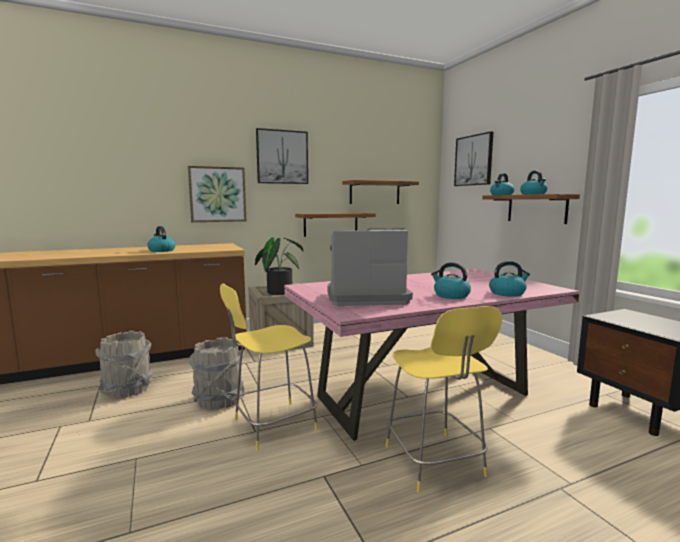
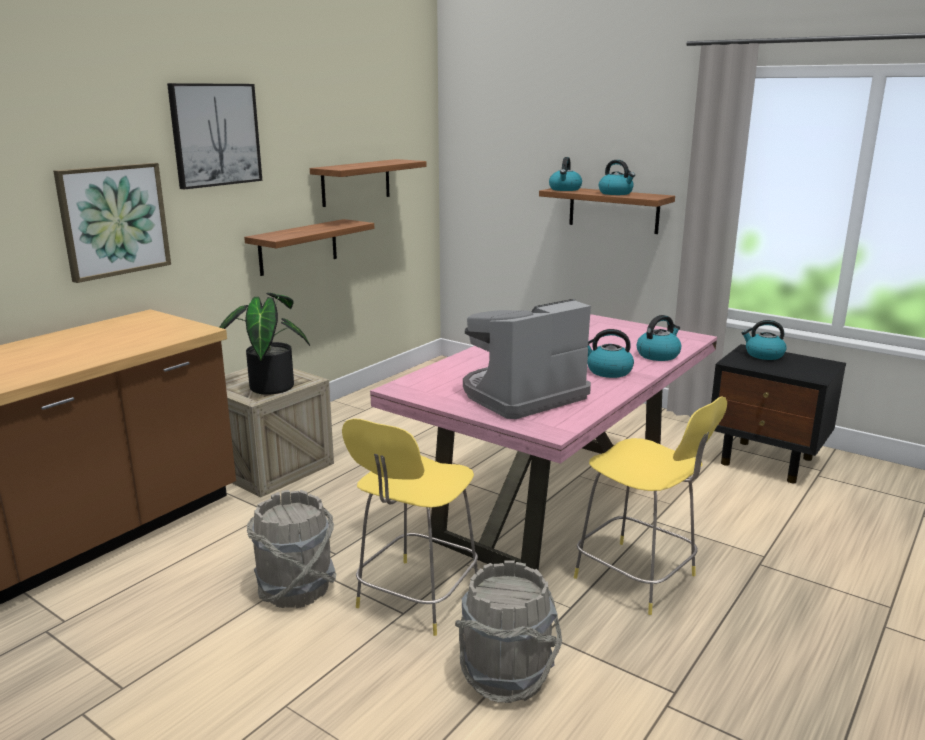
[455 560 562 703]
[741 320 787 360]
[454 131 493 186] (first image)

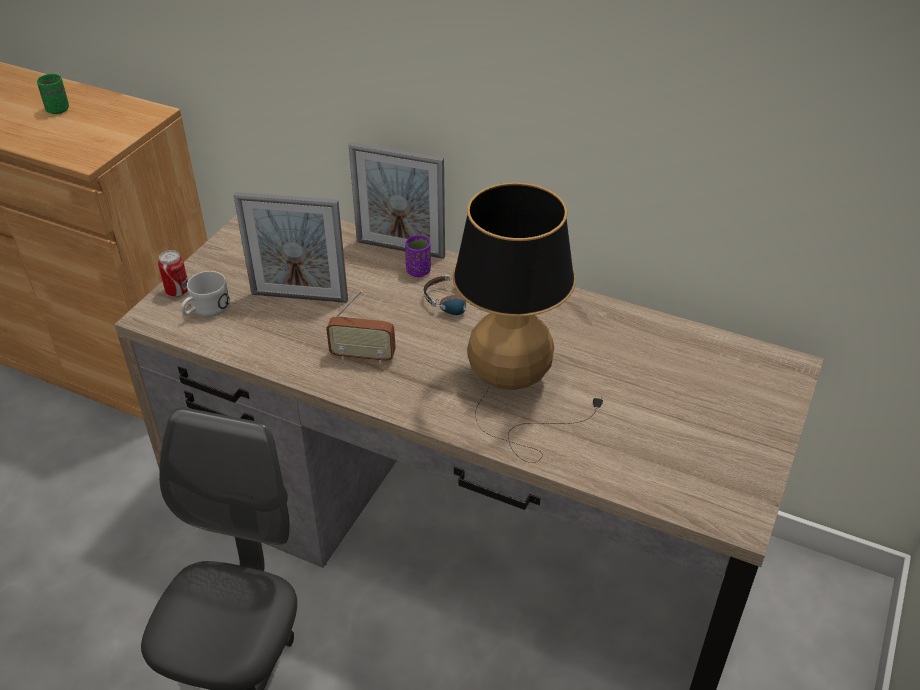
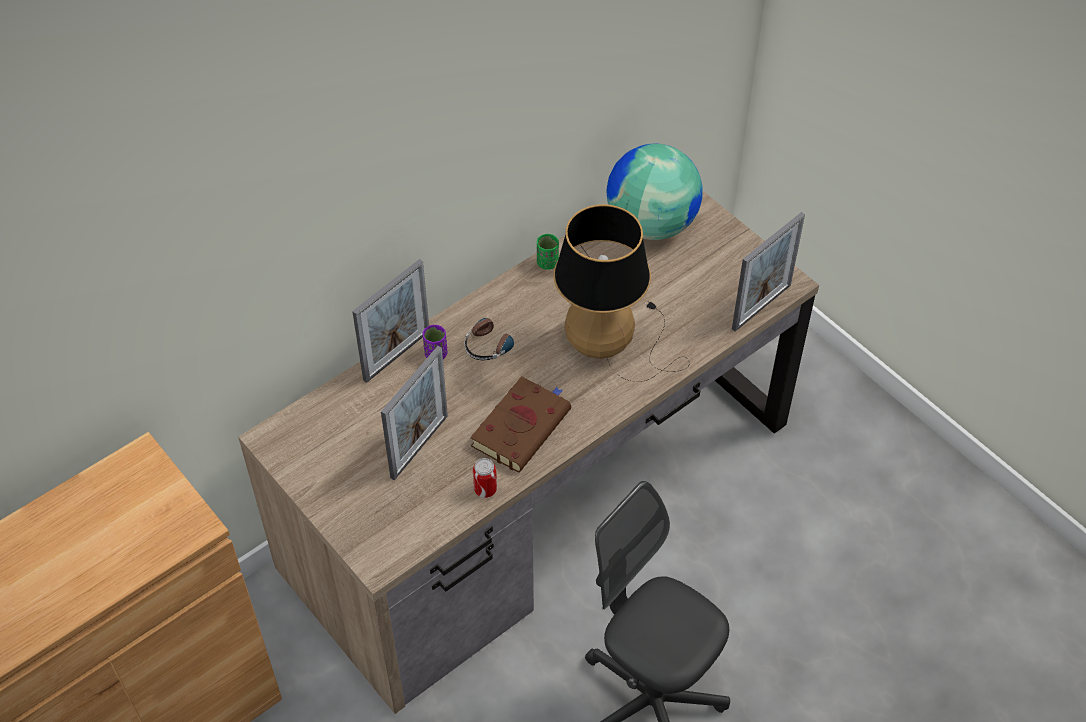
[470 376 571 473]
[473 458 497 498]
[537 234 559 270]
[607 144 703 240]
[732 212 805 332]
[181 271 230 317] (first image)

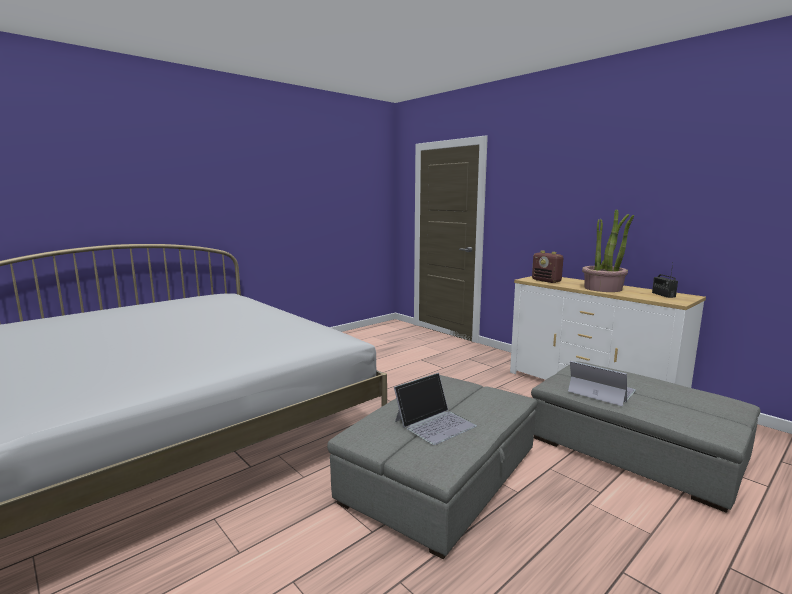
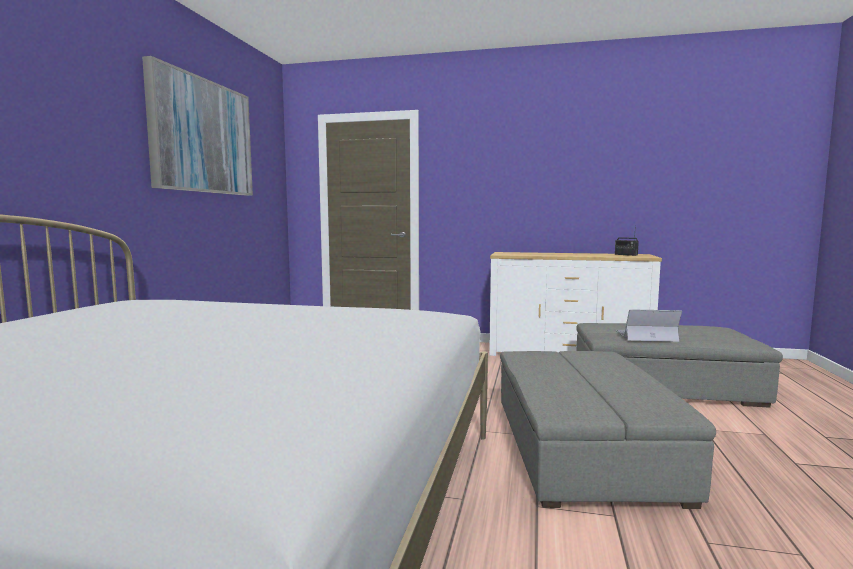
[142 56 253 195]
[394 373 477 445] (first image)
[532 251 563 283] (first image)
[582 210 634 292] (first image)

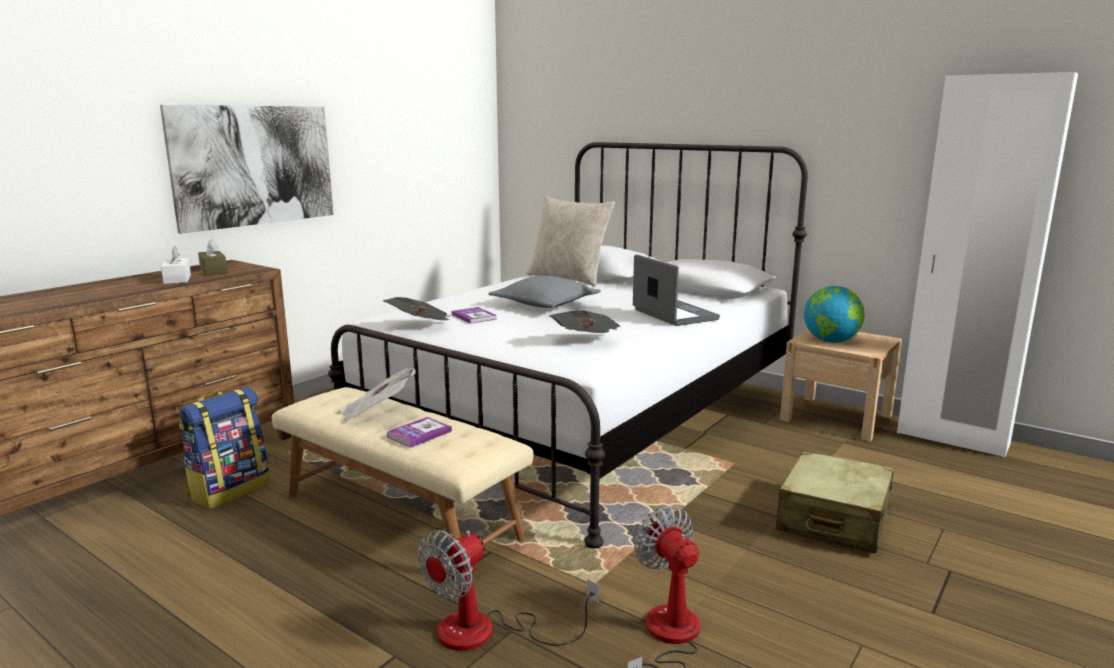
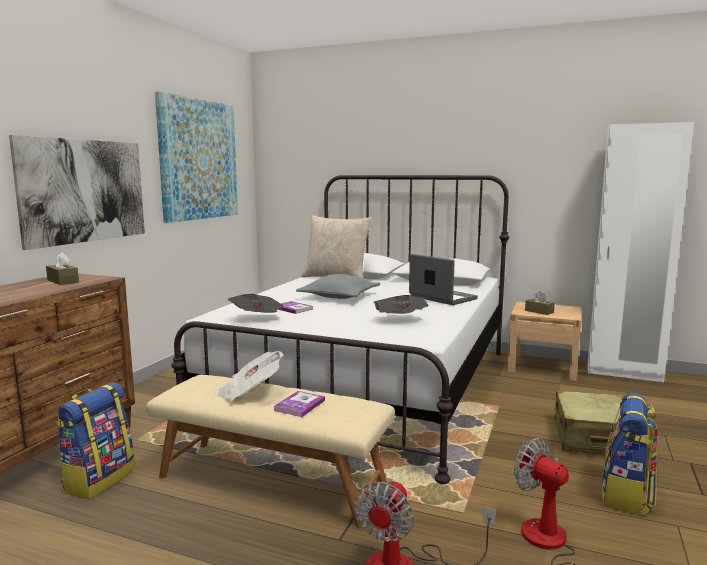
[155 91 238 223]
[525 291 555 315]
[601 393 658 515]
[161 245 191 284] (first image)

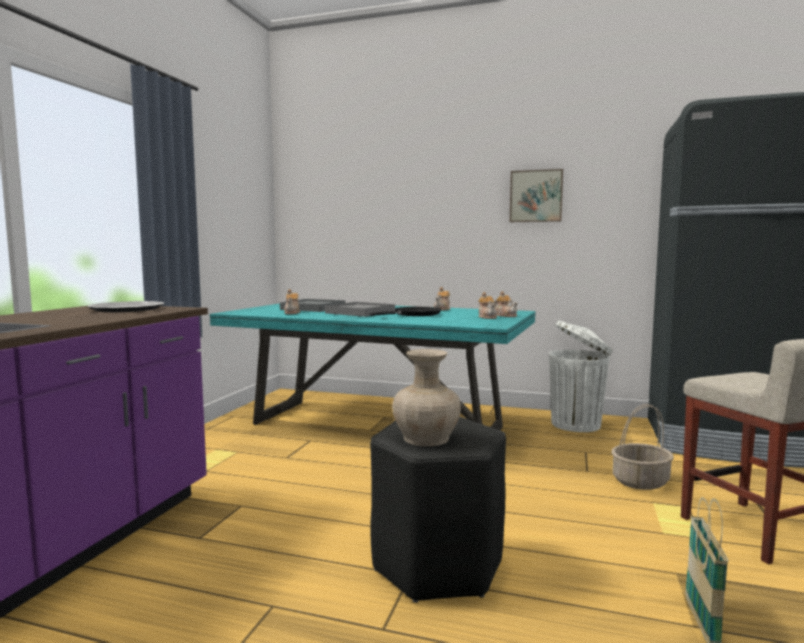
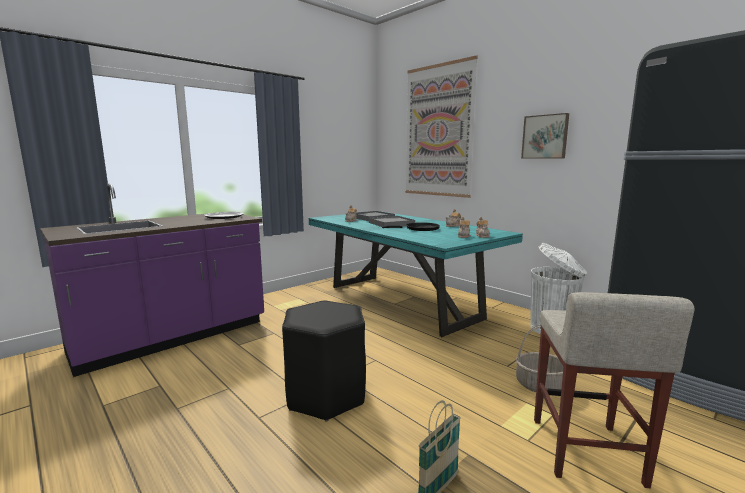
[405 55 478 198]
[392 349 461 447] (first image)

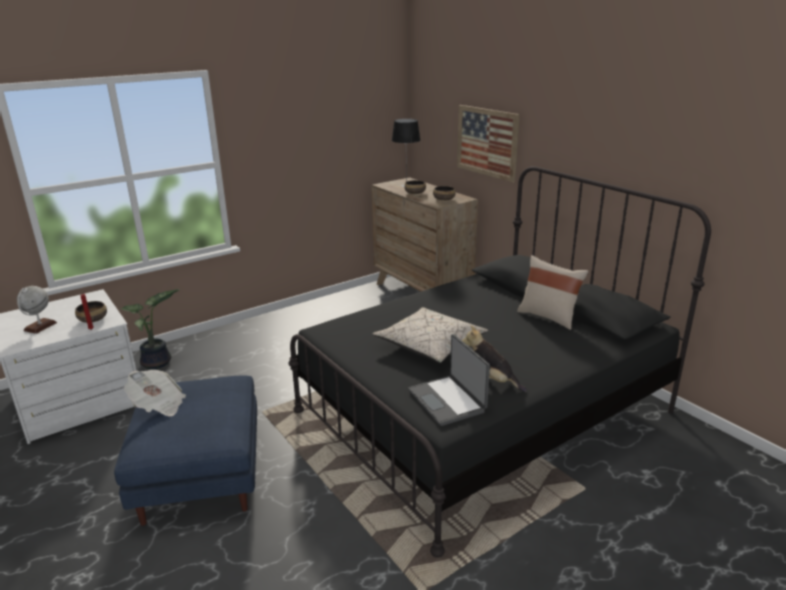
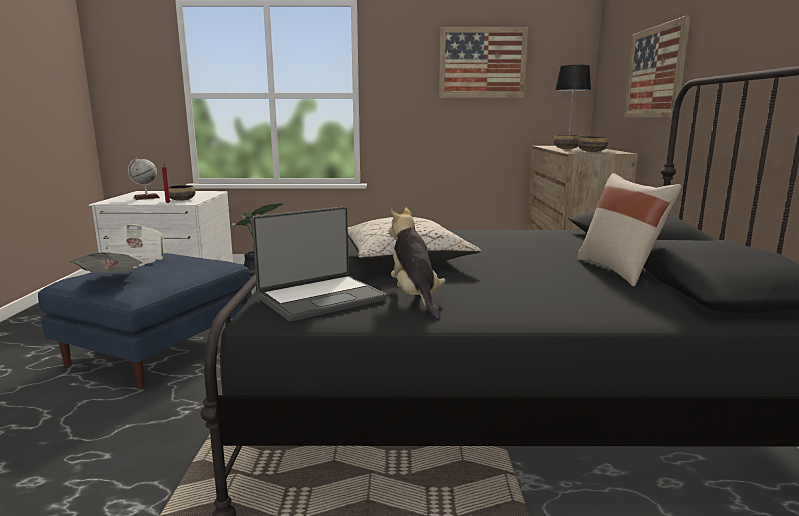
[69 252 142 273]
[252 206 387 322]
[439 27 528 98]

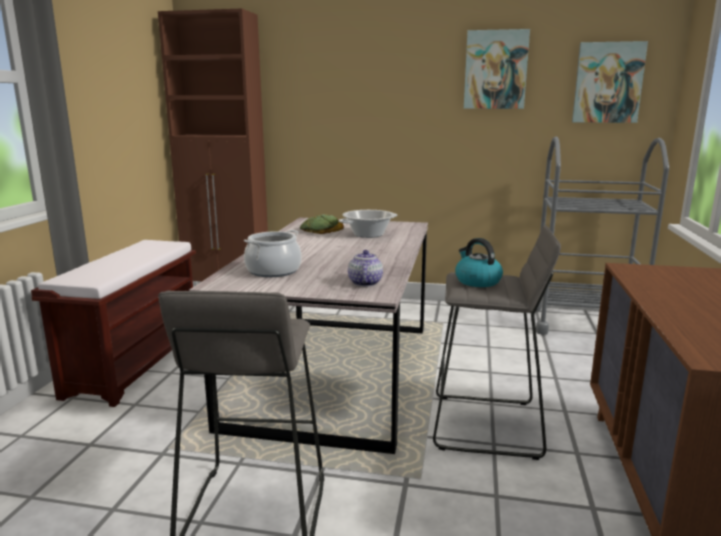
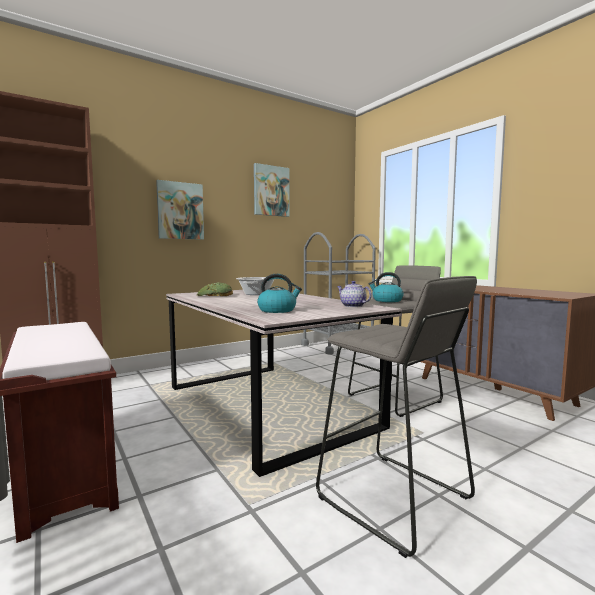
[156 180 204 240]
[257 274 302 313]

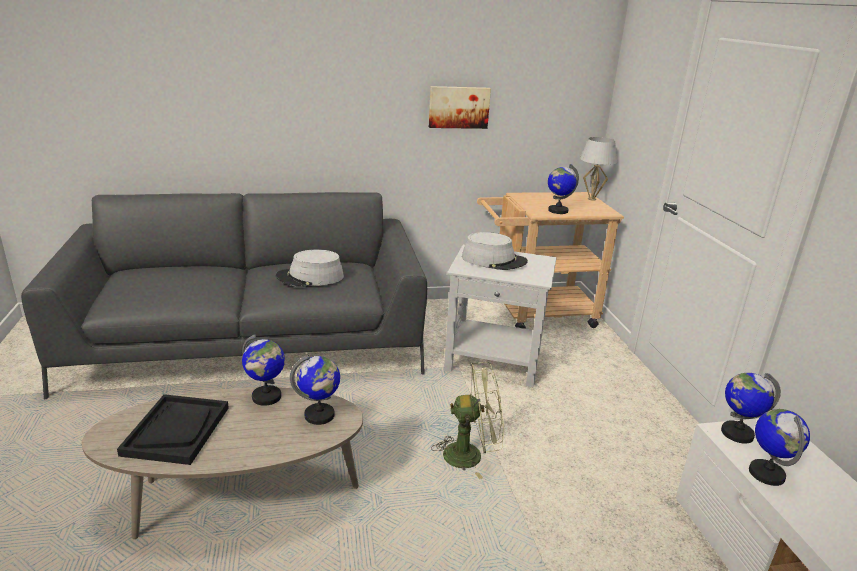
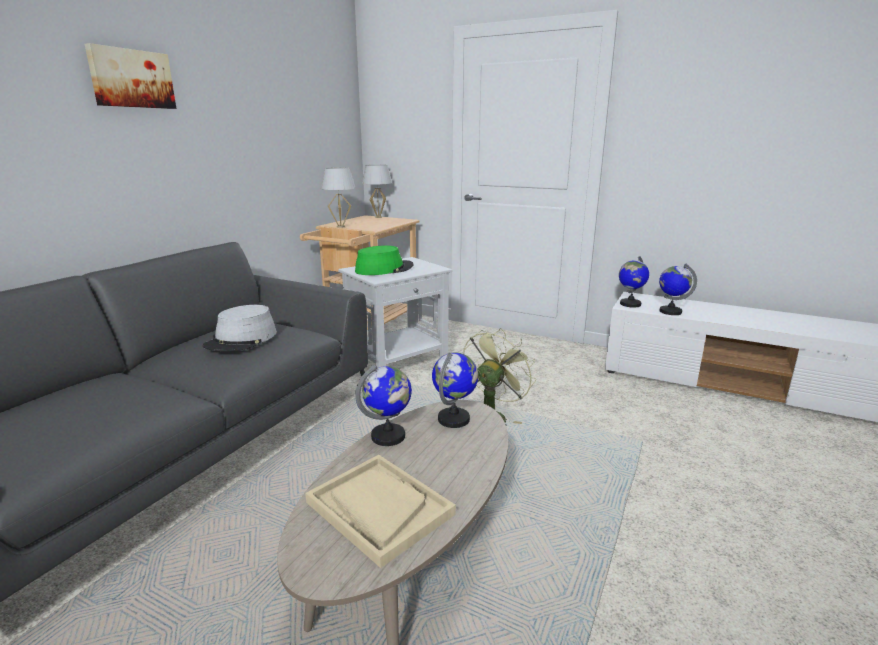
[85 43 176 109]
[305 455 456 568]
[321 168 356 228]
[355 246 414 275]
[548 164 579 214] (first image)

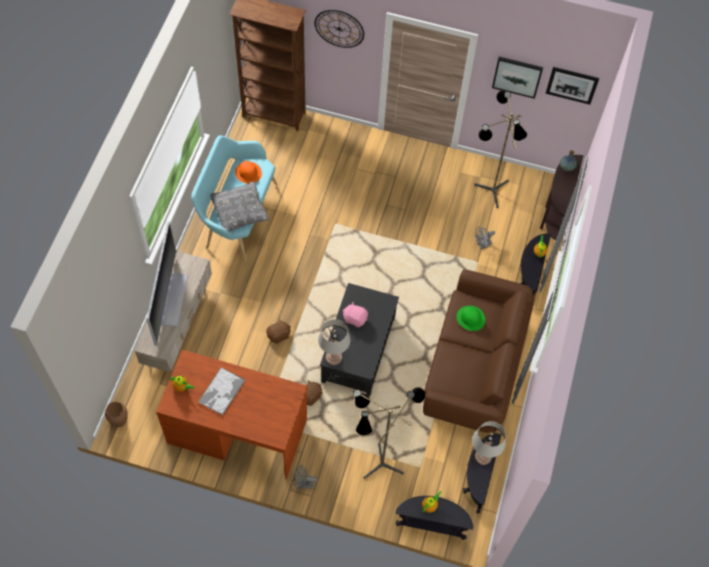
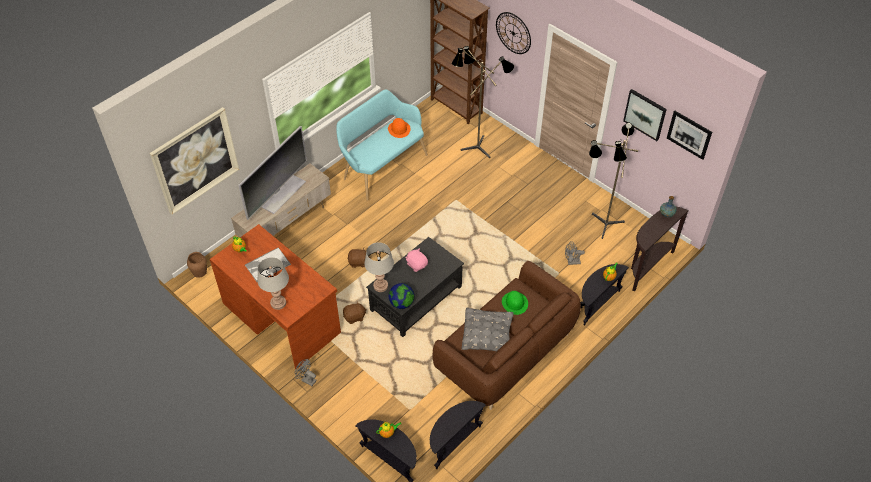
[150 107 239 215]
[257 257 289 310]
[389 283 414 309]
[451 46 514 158]
[462 307 514 351]

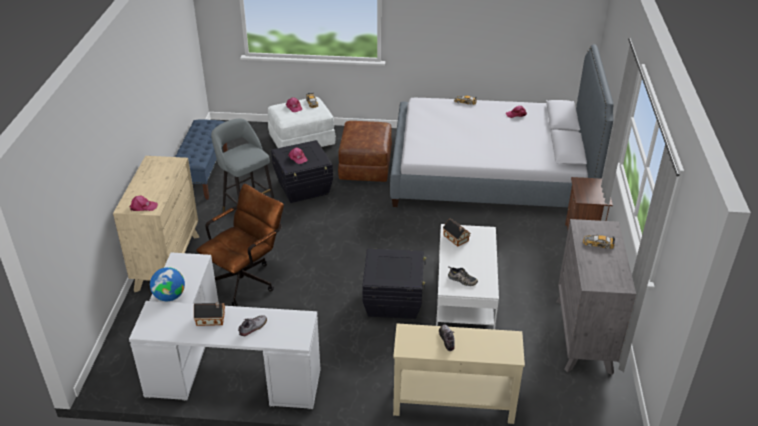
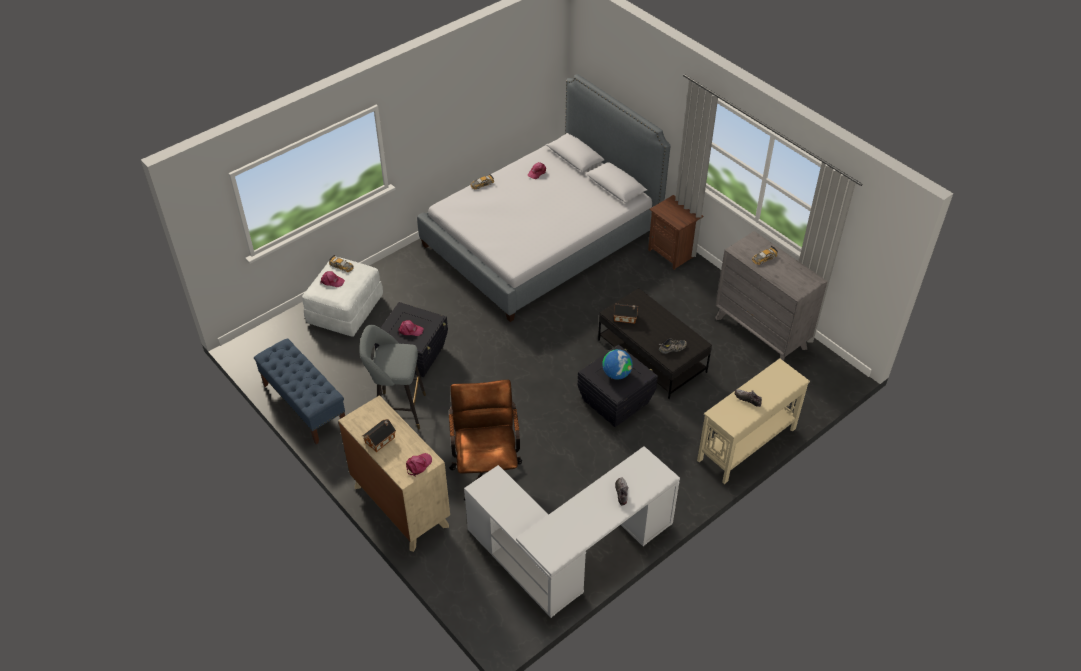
[363 419 396 452]
[598 288 712 399]
[602 349 633 379]
[338 121 392 182] (first image)

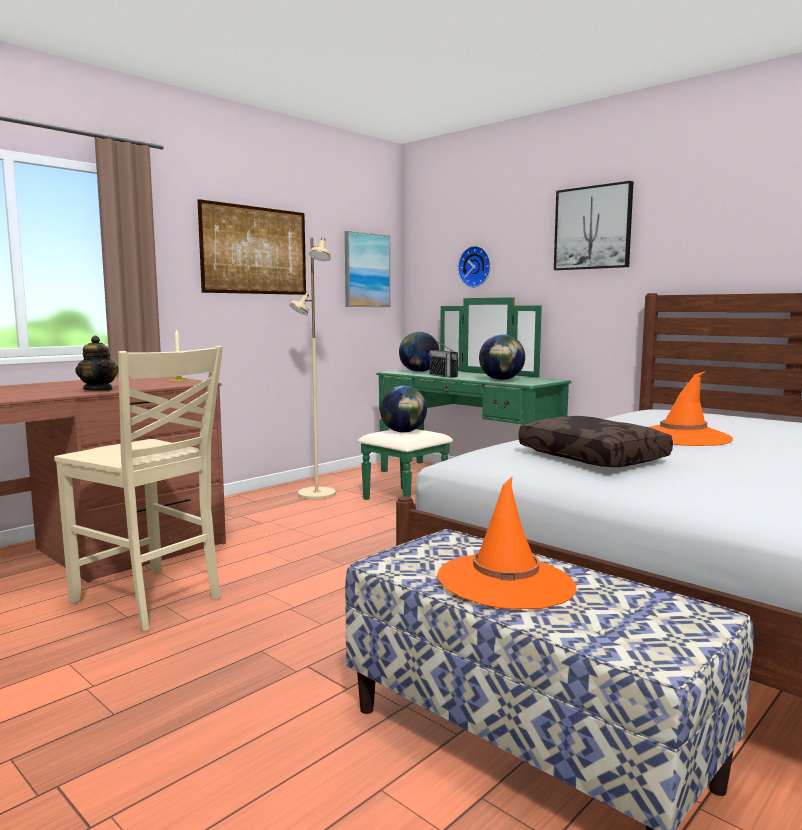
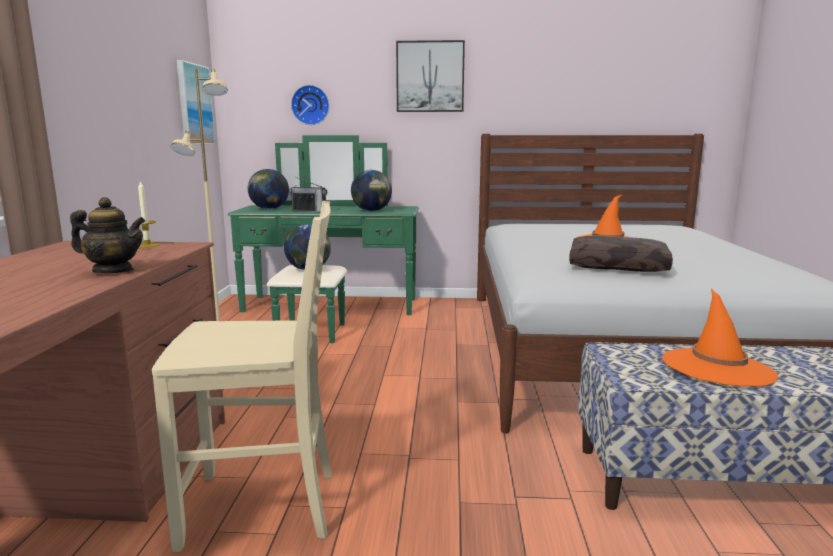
[198 199 306 295] (first image)

